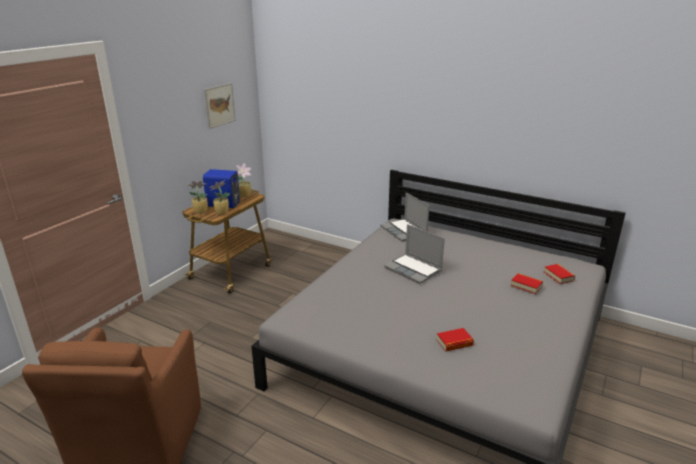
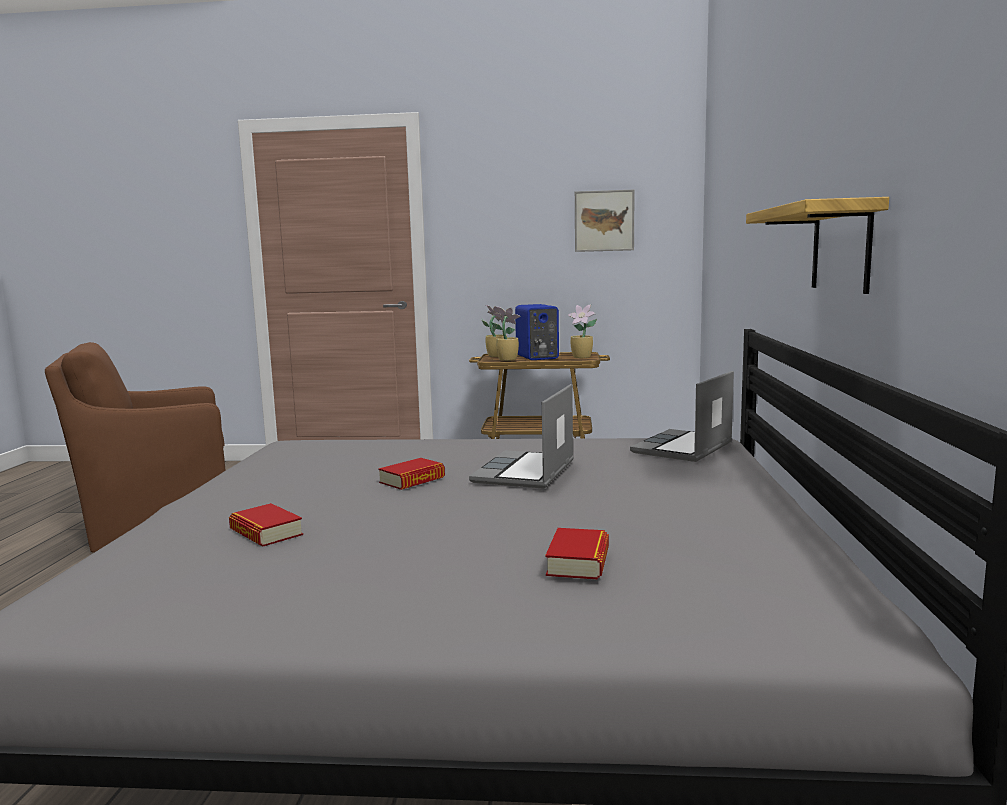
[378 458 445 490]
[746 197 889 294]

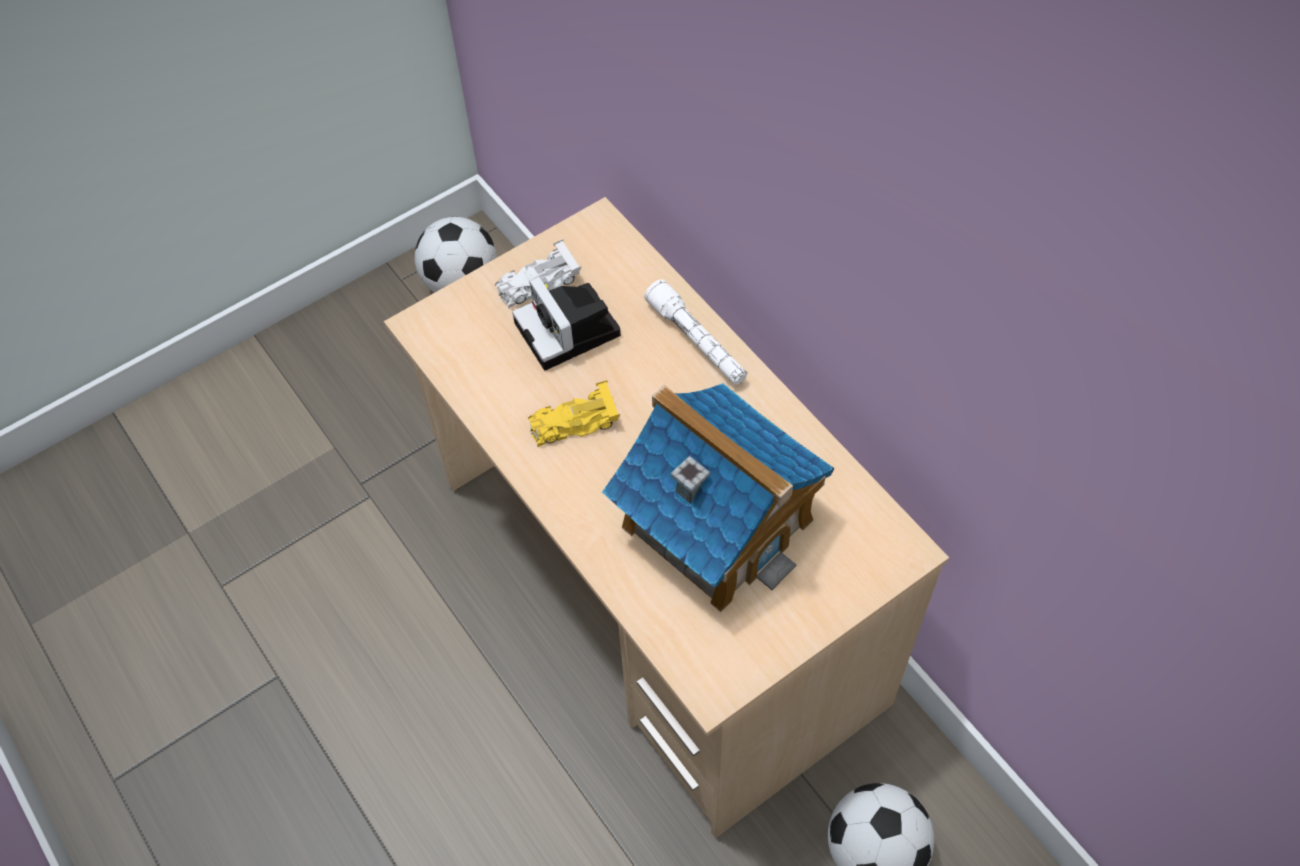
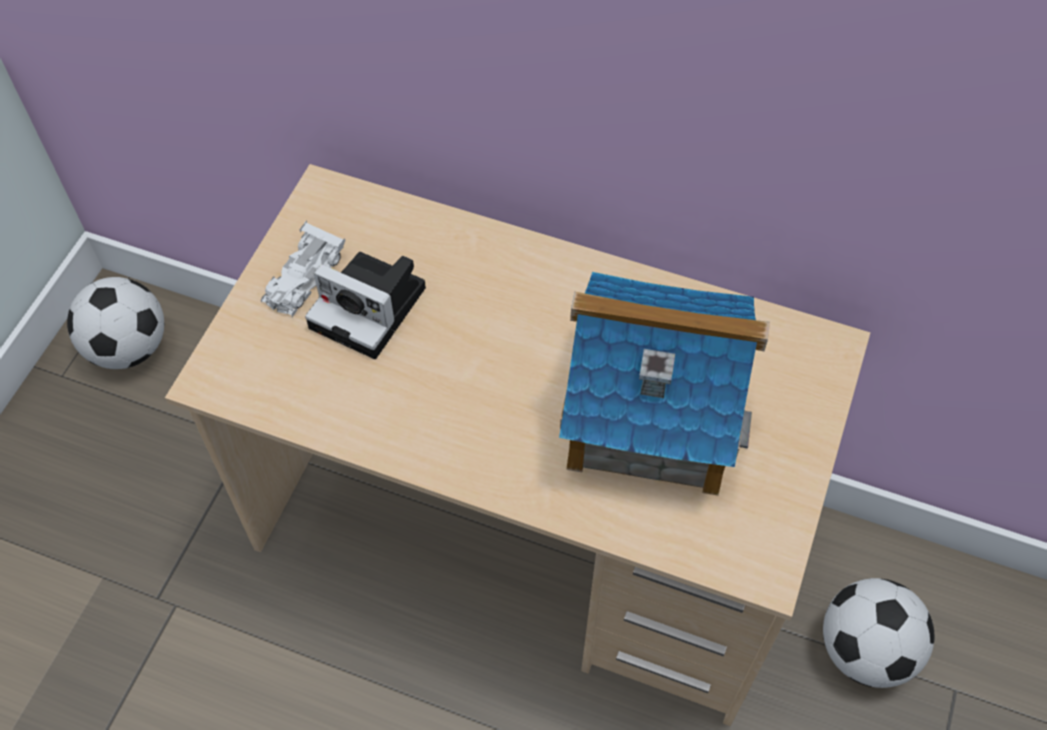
[528 380 620 447] (first image)
[644 279 747 385] (first image)

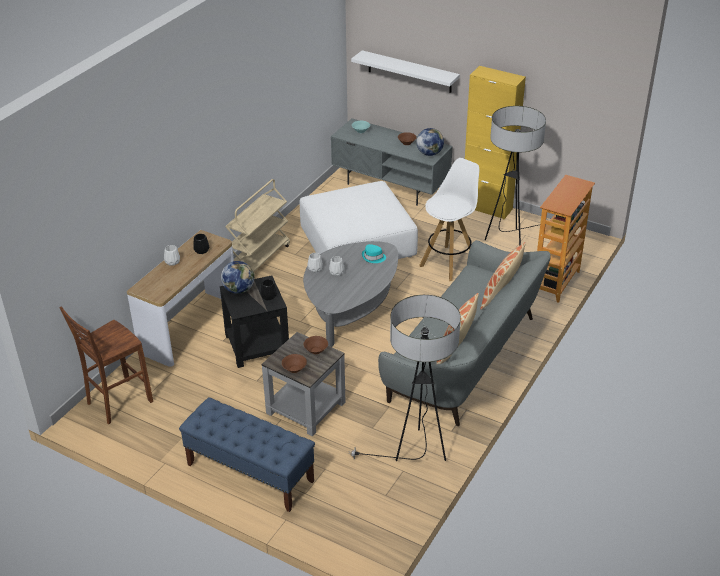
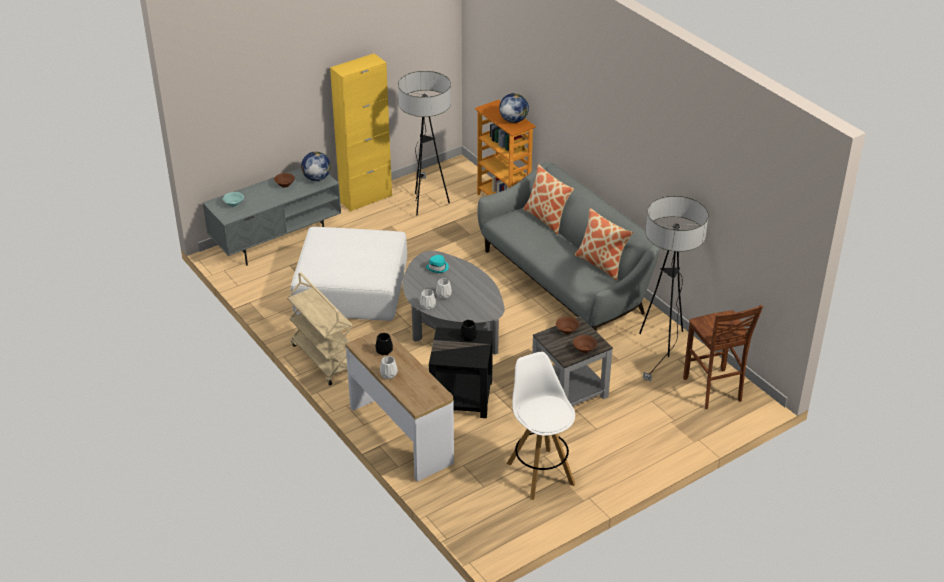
[499 93 529 123]
[507 352 575 500]
[683 305 763 409]
[179 397 315 512] (first image)
[351 50 460 93] (first image)

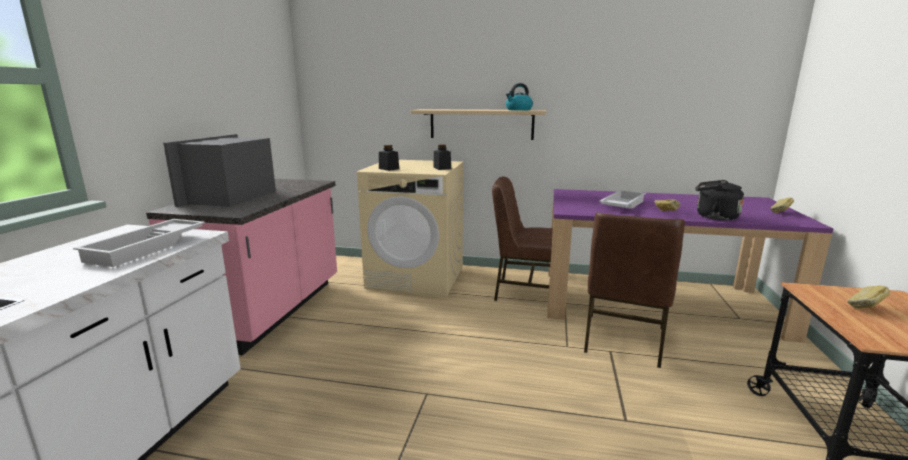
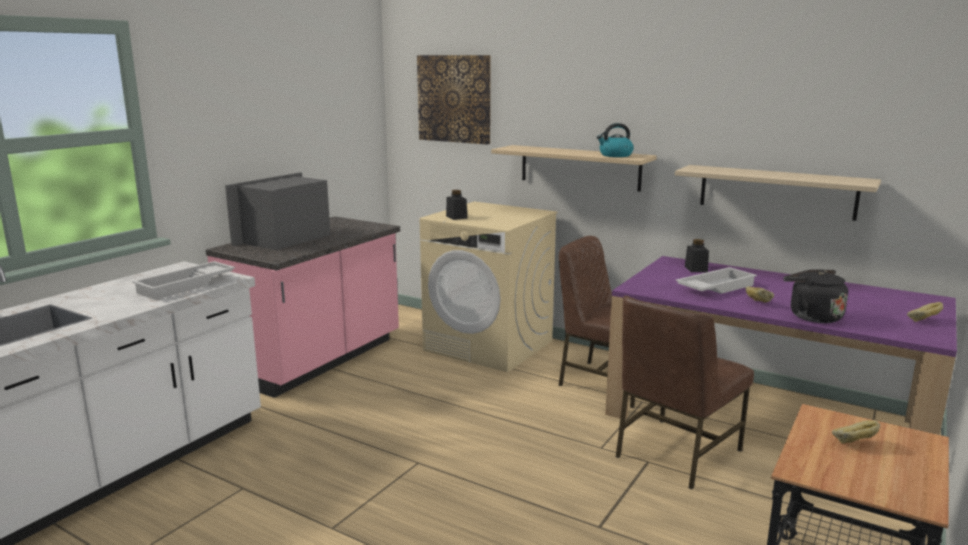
[417 55 491 145]
[675 165 881 221]
[685 239 709 272]

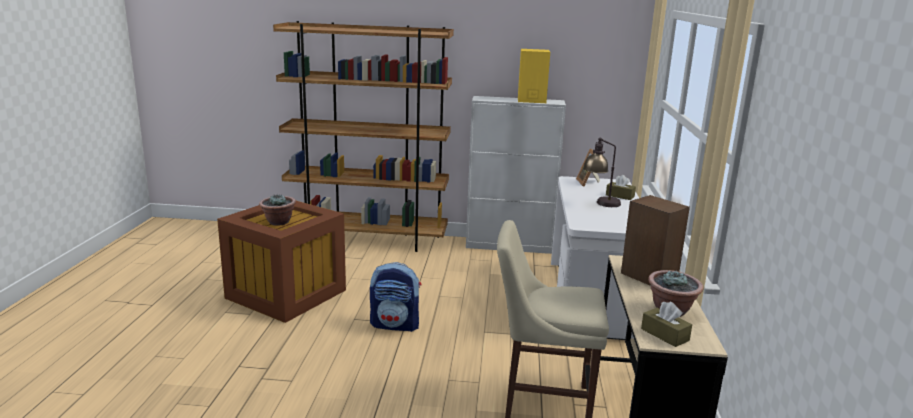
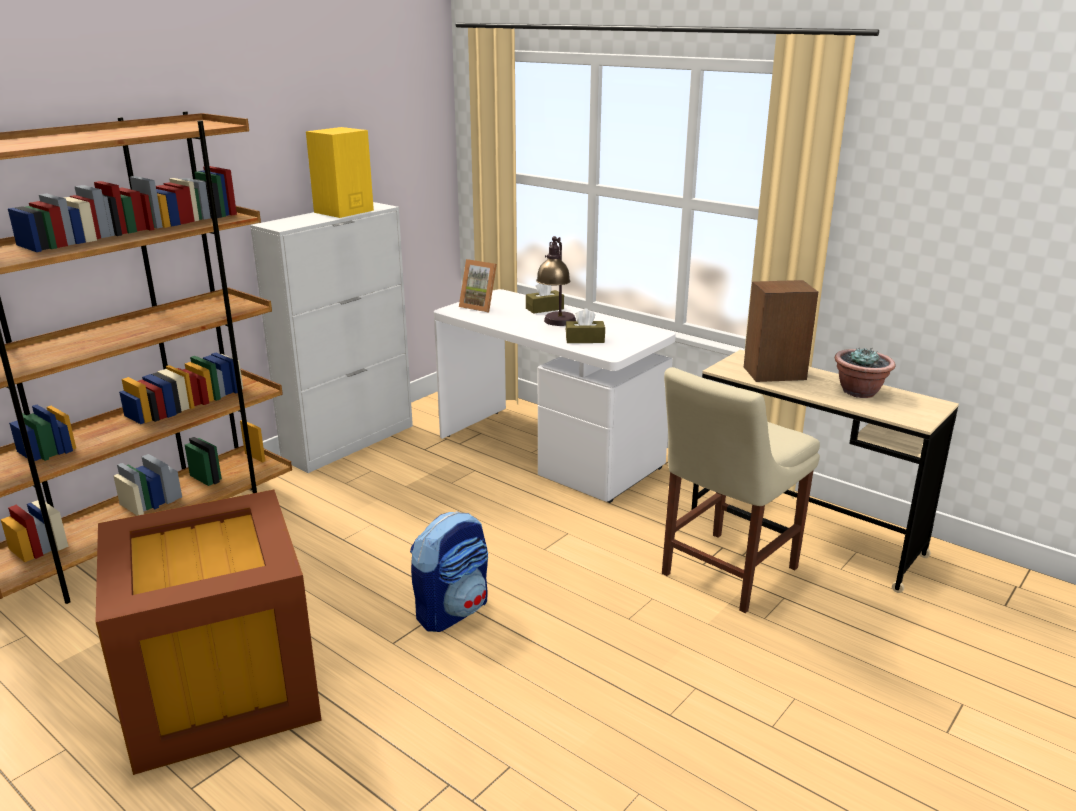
[566 308 605 343]
[259 194 296 226] (first image)

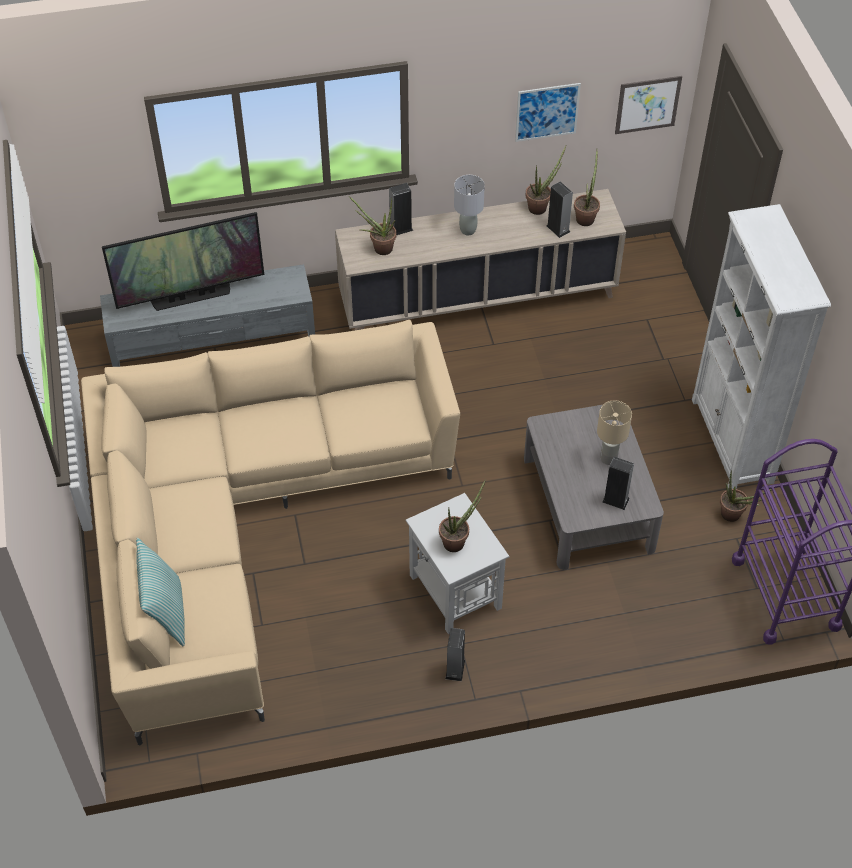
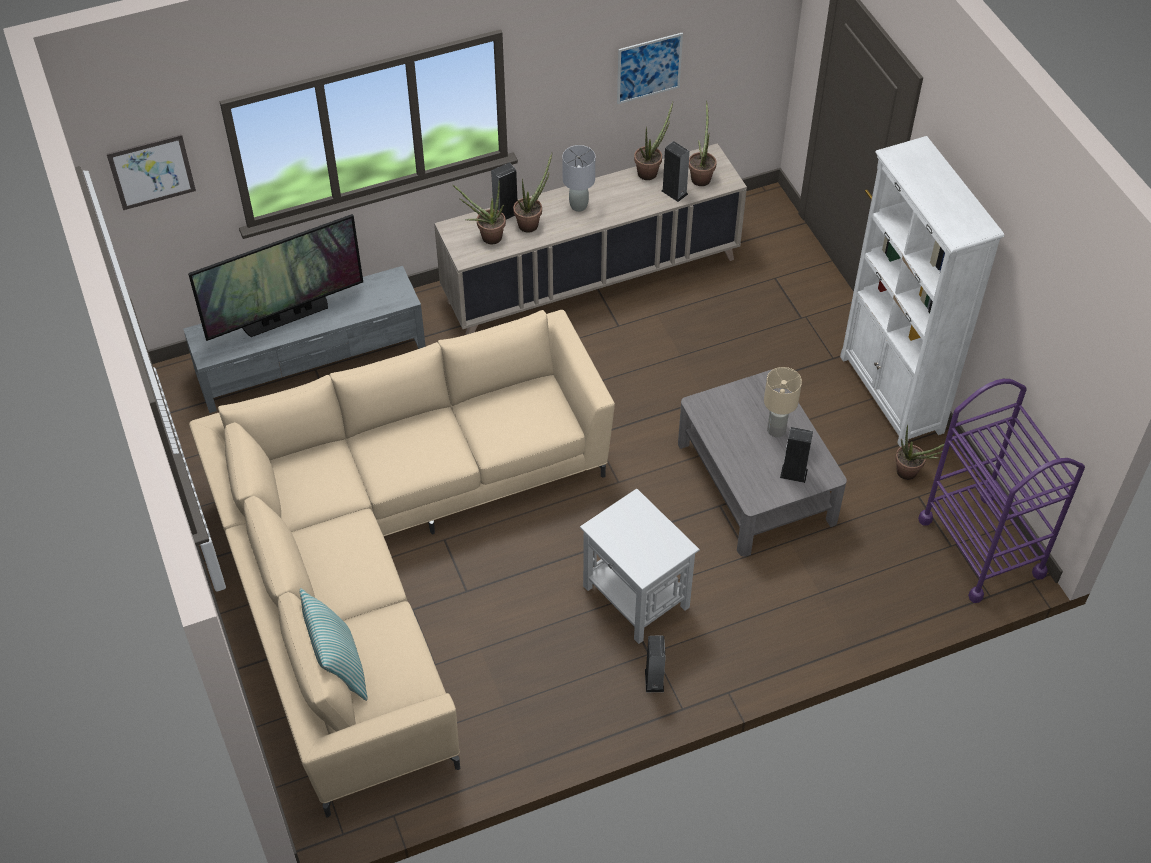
[107 134 196 210]
[513 153 552 233]

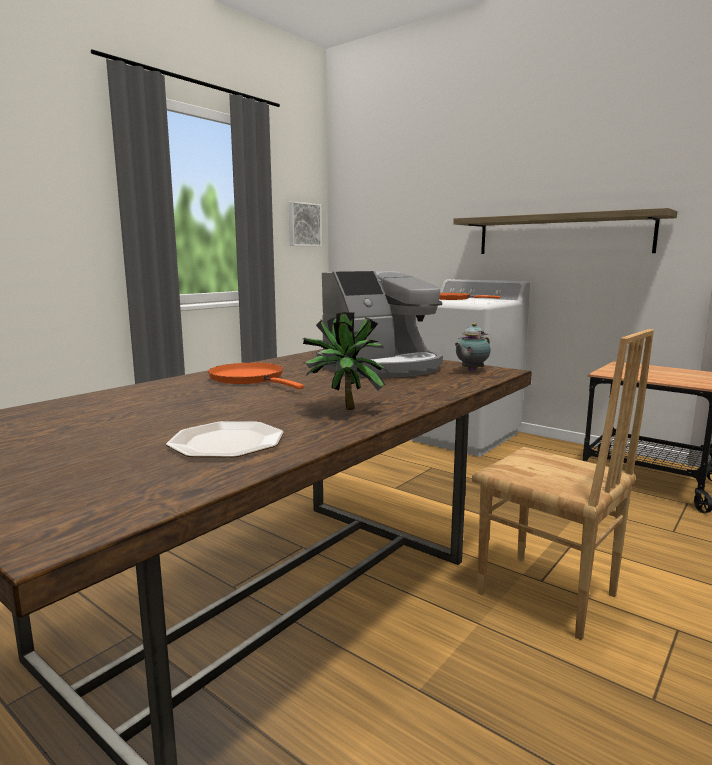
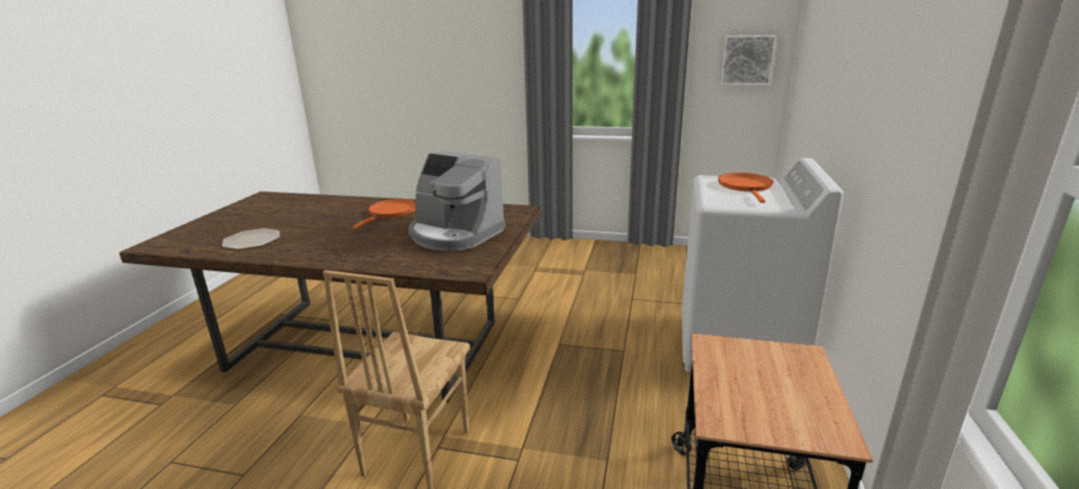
[303 312 388 410] (first image)
[453 208 678 254] (first image)
[454 323 491 371] (first image)

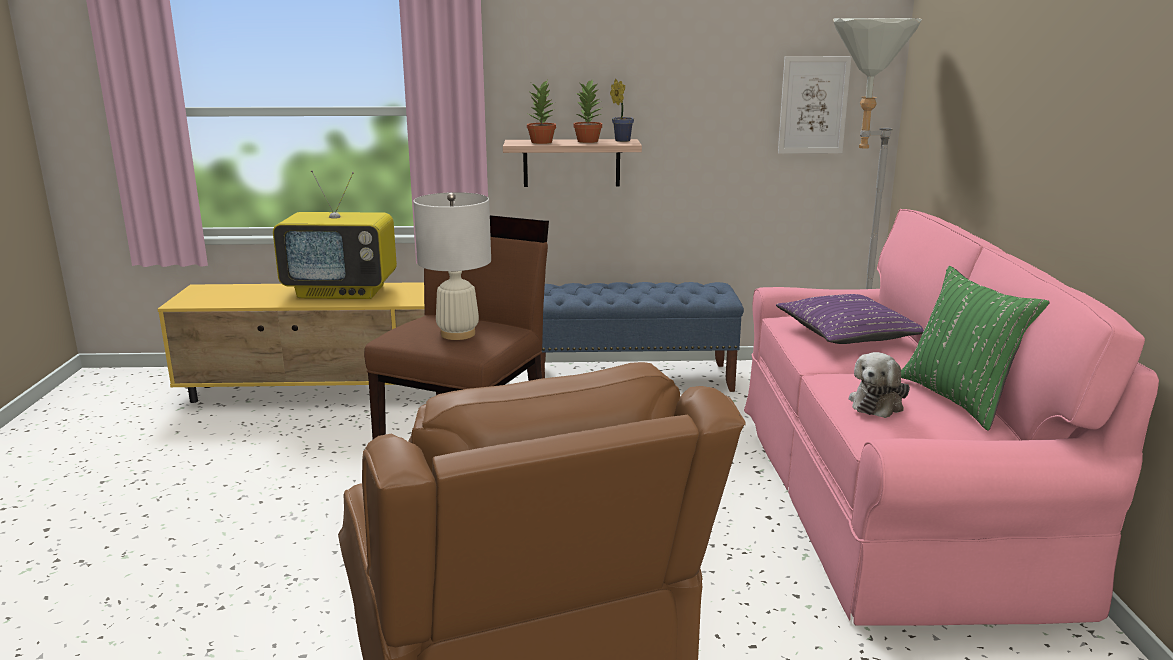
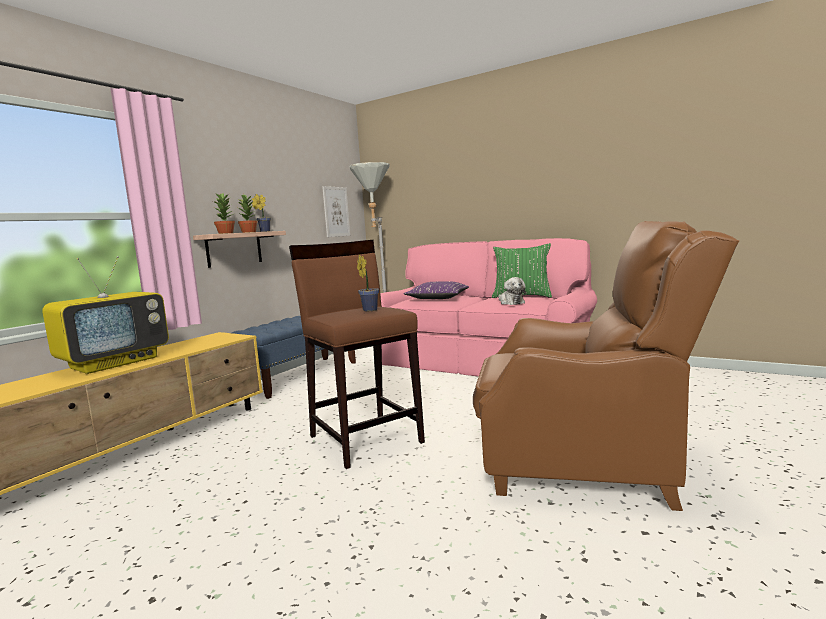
[357 254 379 311]

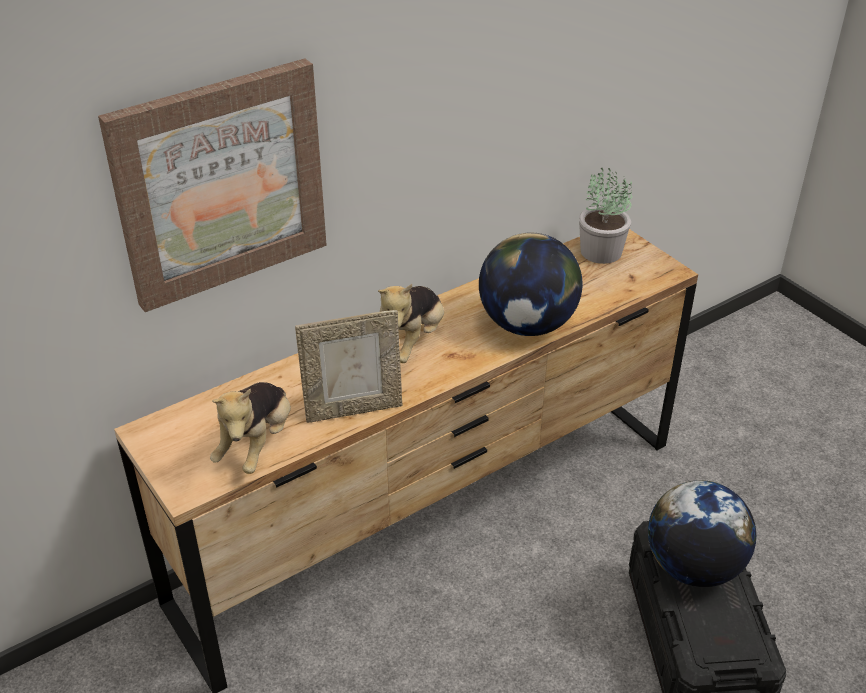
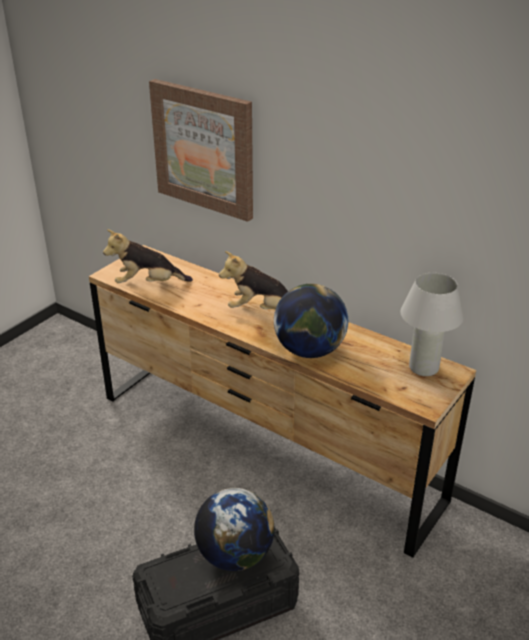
[400 273 464 376]
[295 310 402 423] (first image)

